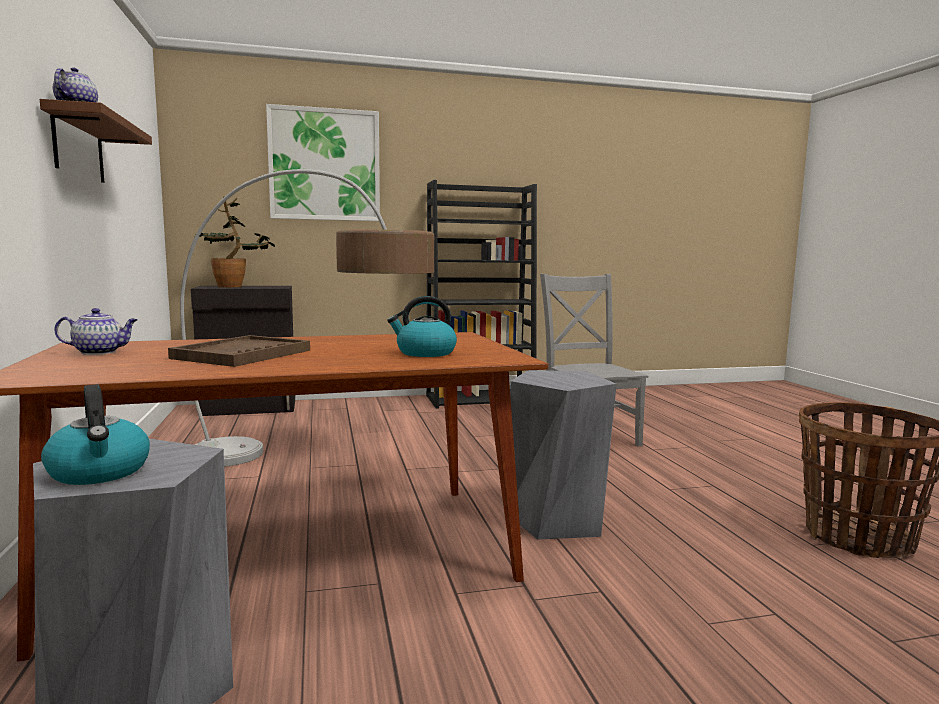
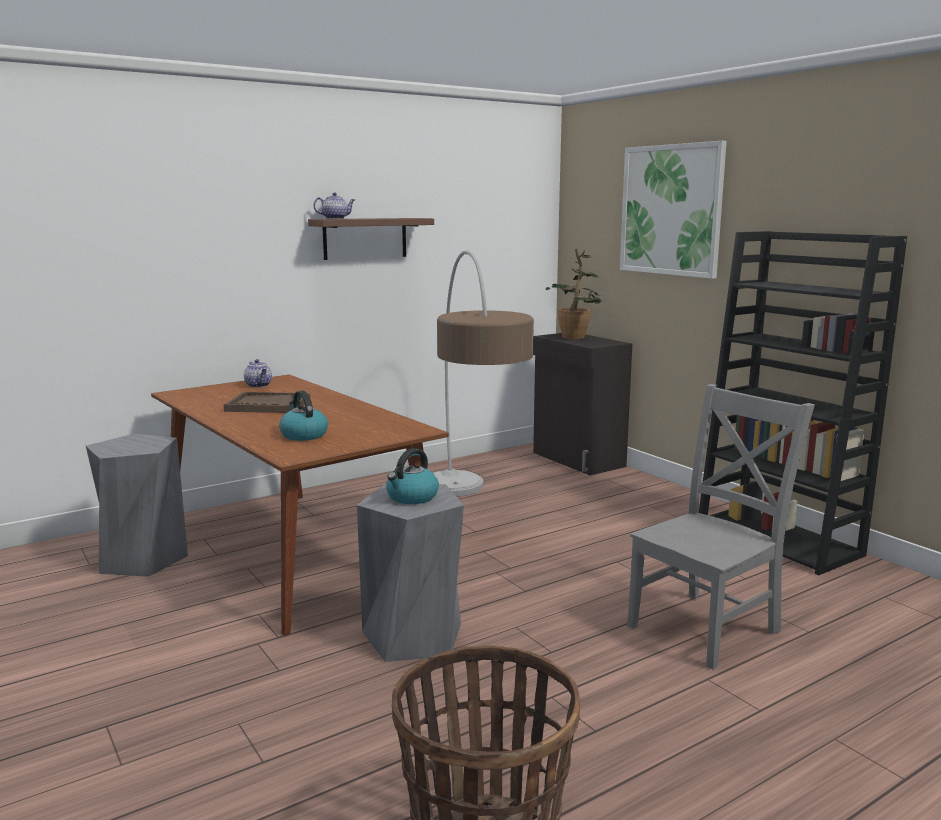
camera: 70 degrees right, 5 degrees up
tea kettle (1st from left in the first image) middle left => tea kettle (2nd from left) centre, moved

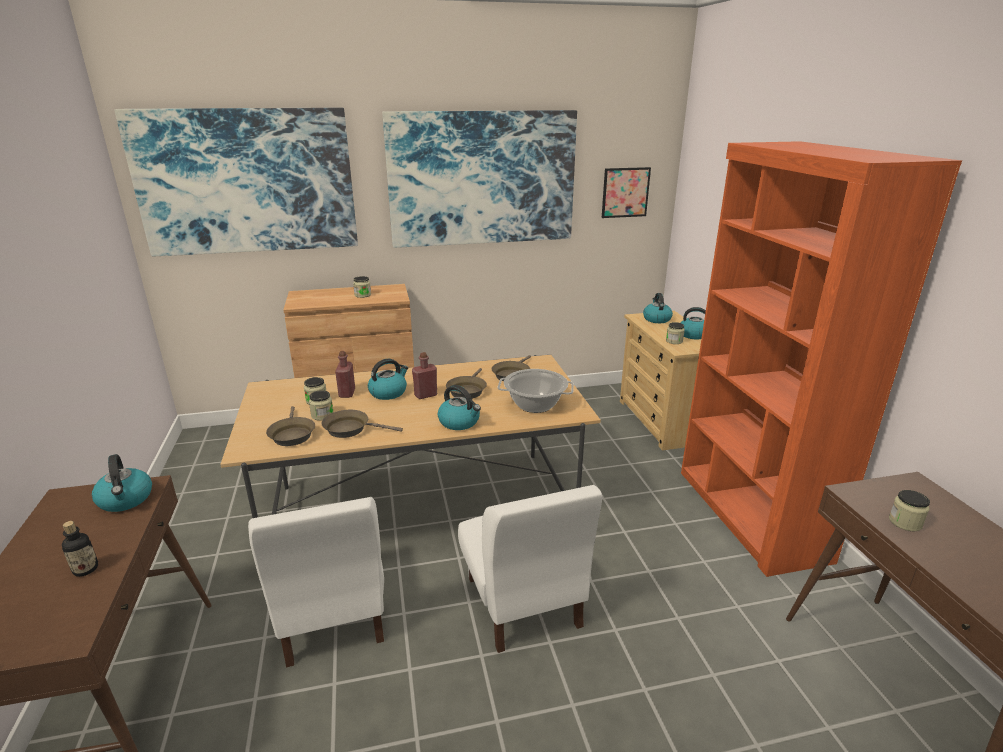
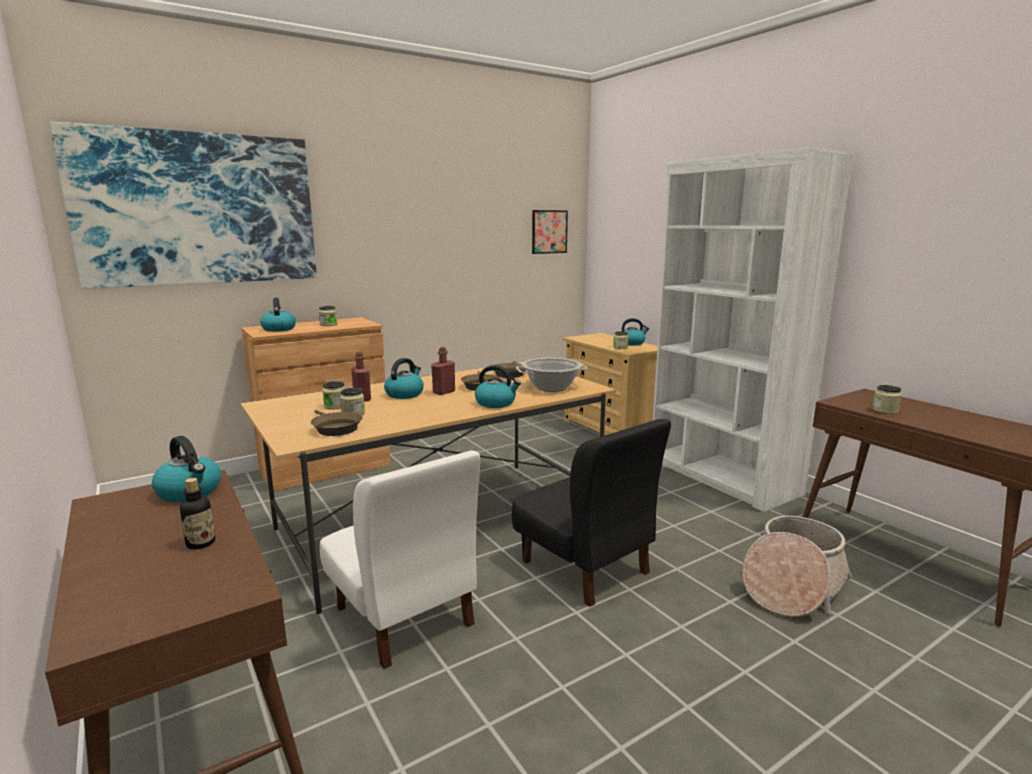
camera: 20 degrees left, 10 degrees down
brownish skillet (2nd from left) centre => nothing
wall art (2nd from left) top centre => nothing
white chair (2nd from left) bottom centre => blackish chair centre
tea kettle (4th from left in the first image) centre => tea kettle (2nd from left) middle left, moved
orange bookshelf middle right => white bookshelf middle right
nothing => basket bottom right

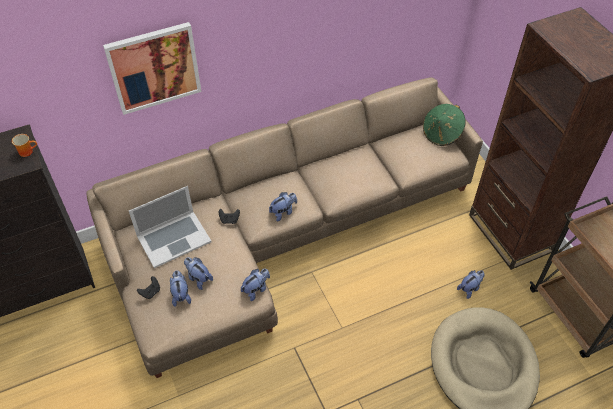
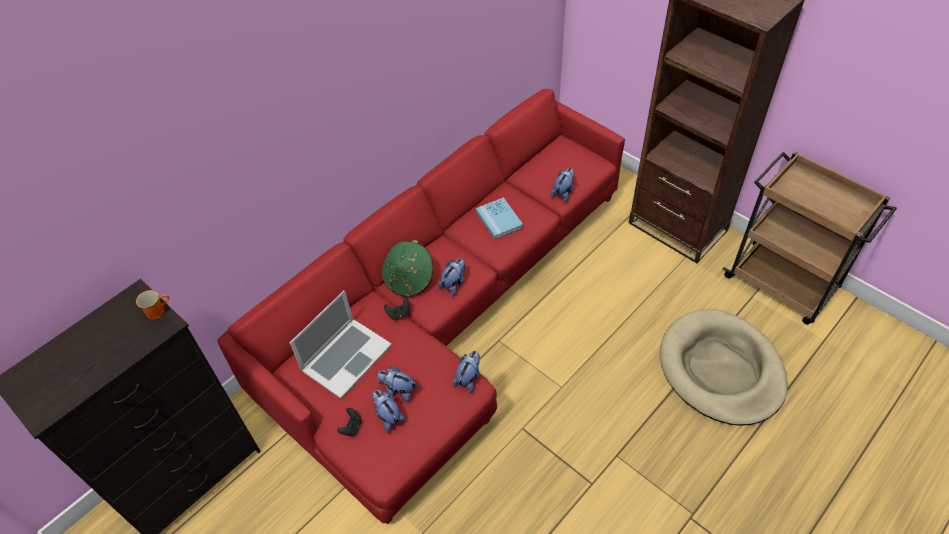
camera: 20 degrees left, 0 degrees up
beige-coloured sofa centre => red-coloured sofa centre
wall art top left => nothing
green-coloured hat top right => green-coloured hat centre, moved
soft toy (5th from left) bottom right => soft toy (5th from left) centre, moved
nothing => bluish bound book centre

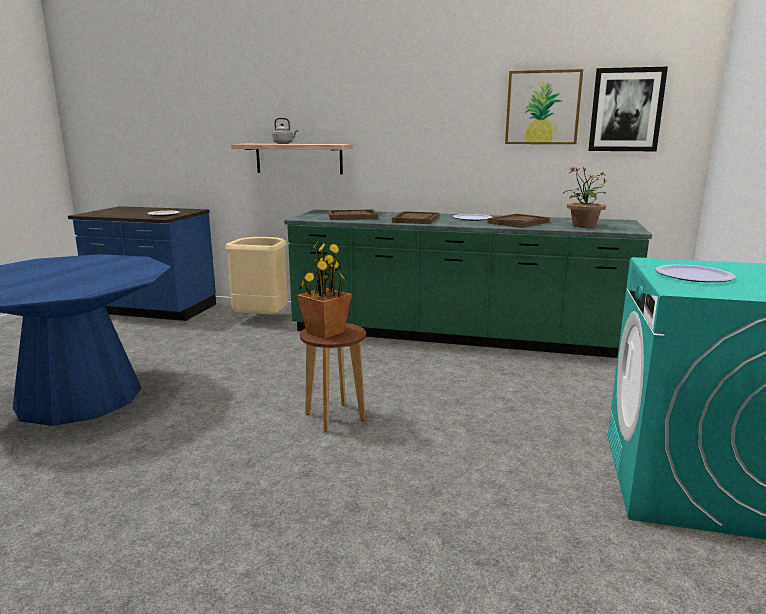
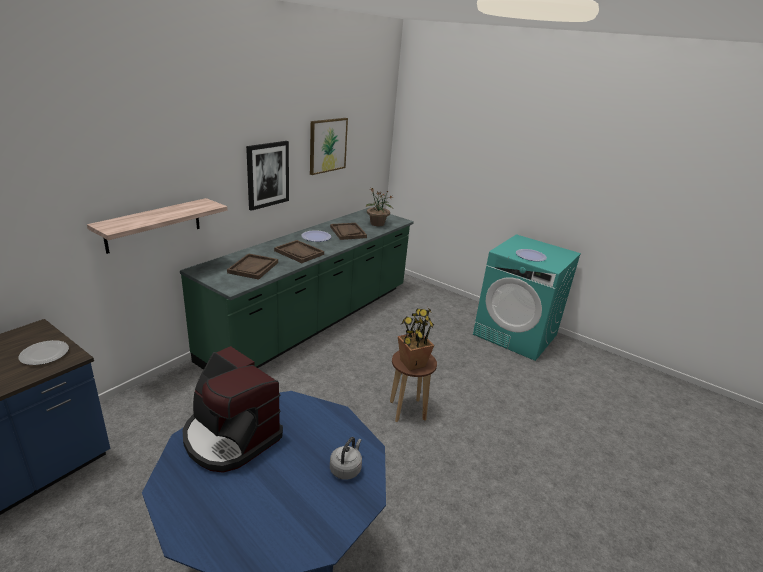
camera: 70 degrees left, 10 degrees up
beige-coloured trash can centre => nothing
gray tea kettle top centre => gray tea kettle bottom centre, moved
wall art (2nd from left in the first image) top right => wall art (1st from left) top centre, moved
nothing => coffee brewer bottom left

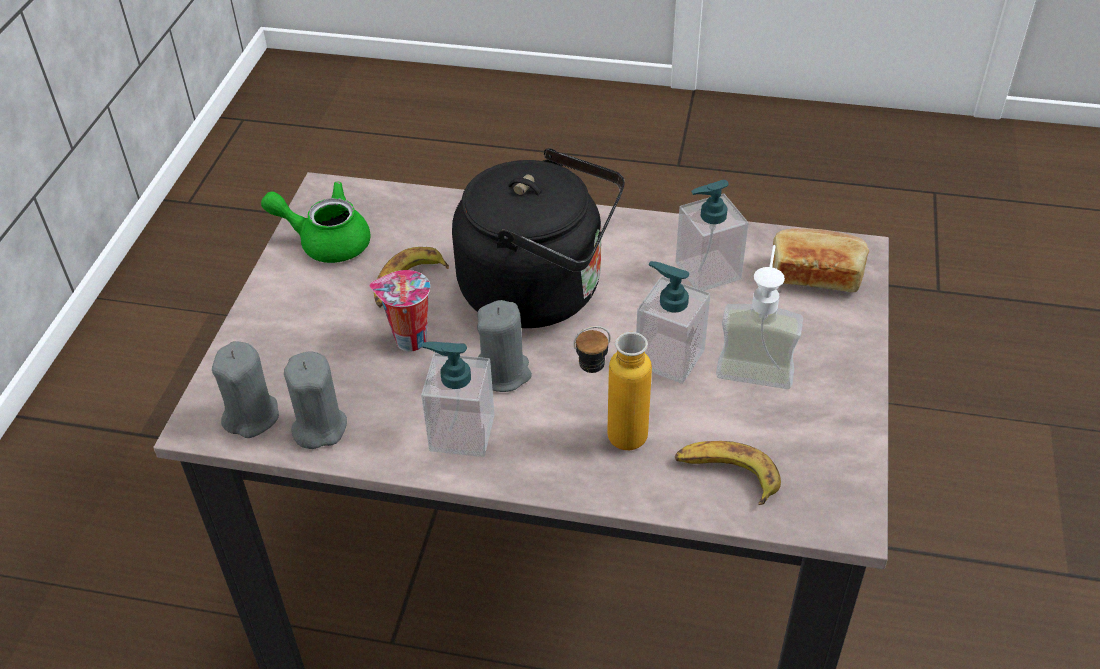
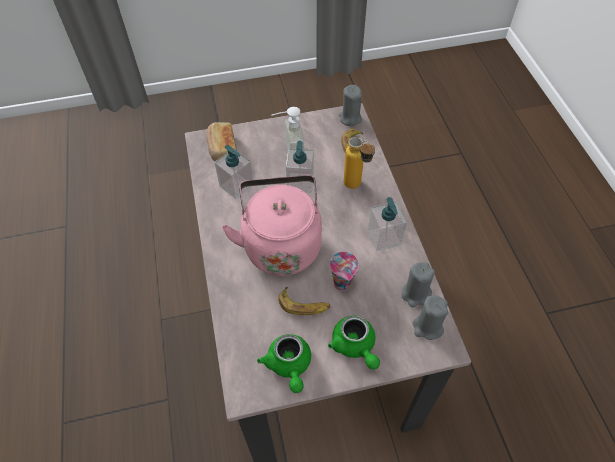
camera: 115 degrees left, 10 degrees up
blackish tea kettle centre => pinkish tea kettle centre
gray wax light (3rd from left in the first image) centre => gray wax light (1st from left) top centre, moved
nothing => green-coloured teapot (2nd from left) bottom centre

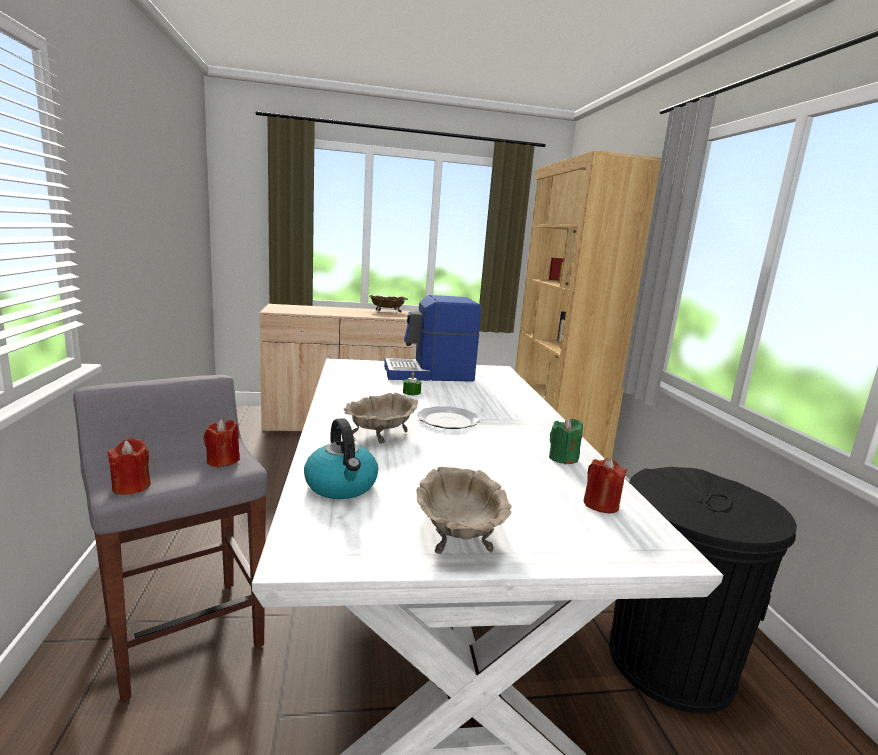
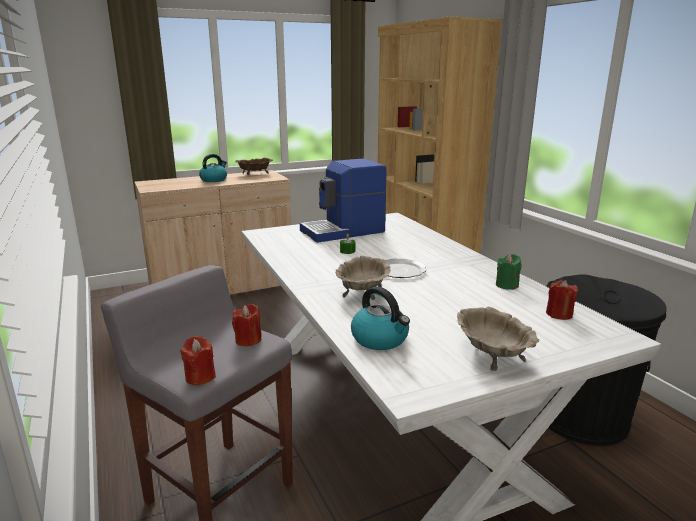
camera: 15 degrees left, 5 degrees up
nothing => tea kettle (1st from left) top left

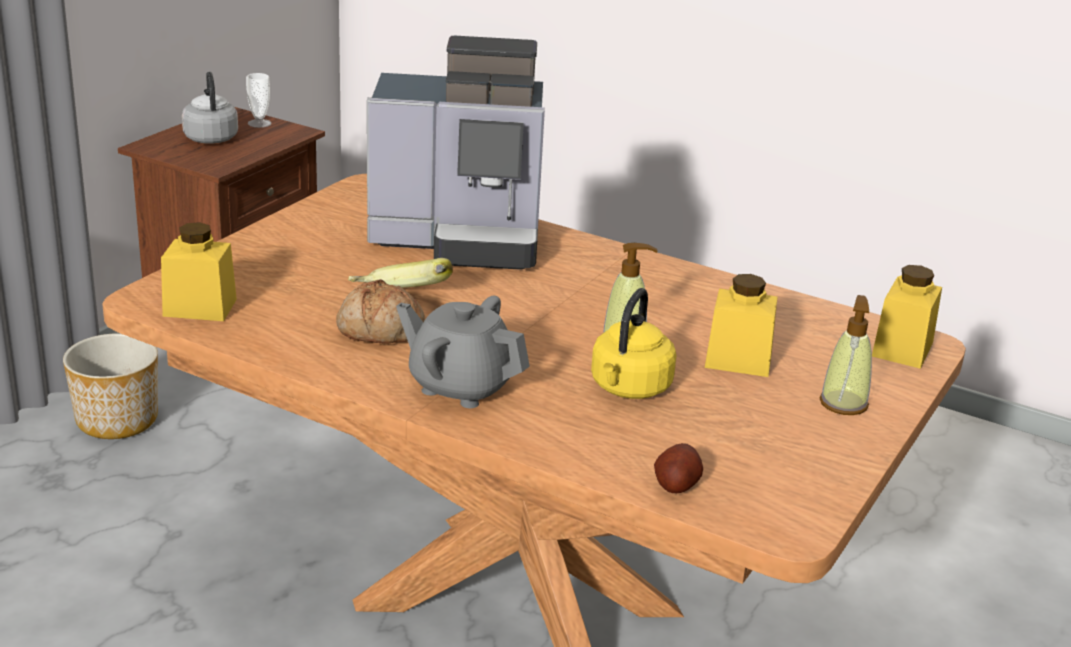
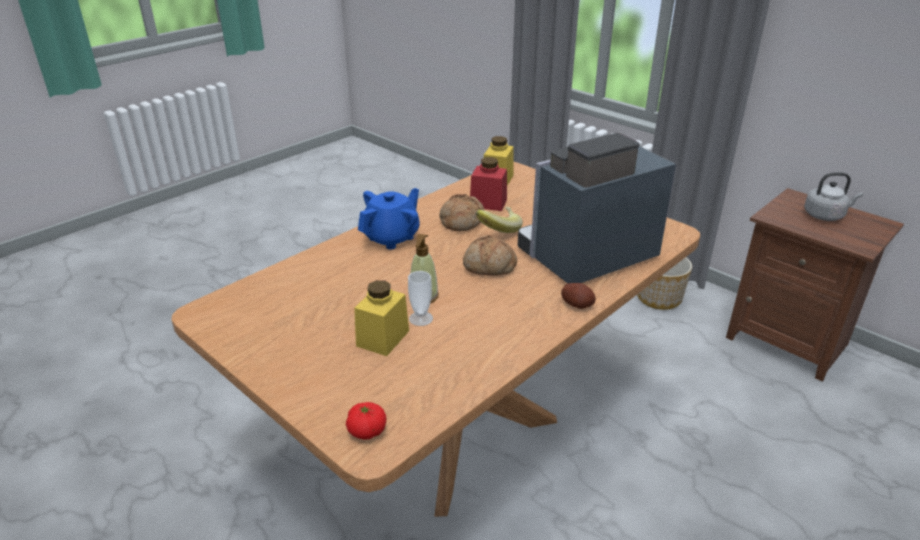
camera: 105 degrees right, 5 degrees up
drinking cup top left => drinking cup centre, moved
coffee brewer top centre => coffee brewer centre, 45 degrees clockwise
gray teapot centre => bluish teapot centre
yellow-coloured tea kettle centre => nothing
potato bottom centre => potato centre, moved
soap bottle (2nd from left) middle right => nothing
yellow-coloured preserve jar (3rd from left) middle right => tomato bottom centre
nothing => bakery bread (2nd from left) centre
nothing => red-coloured preserve jar centre

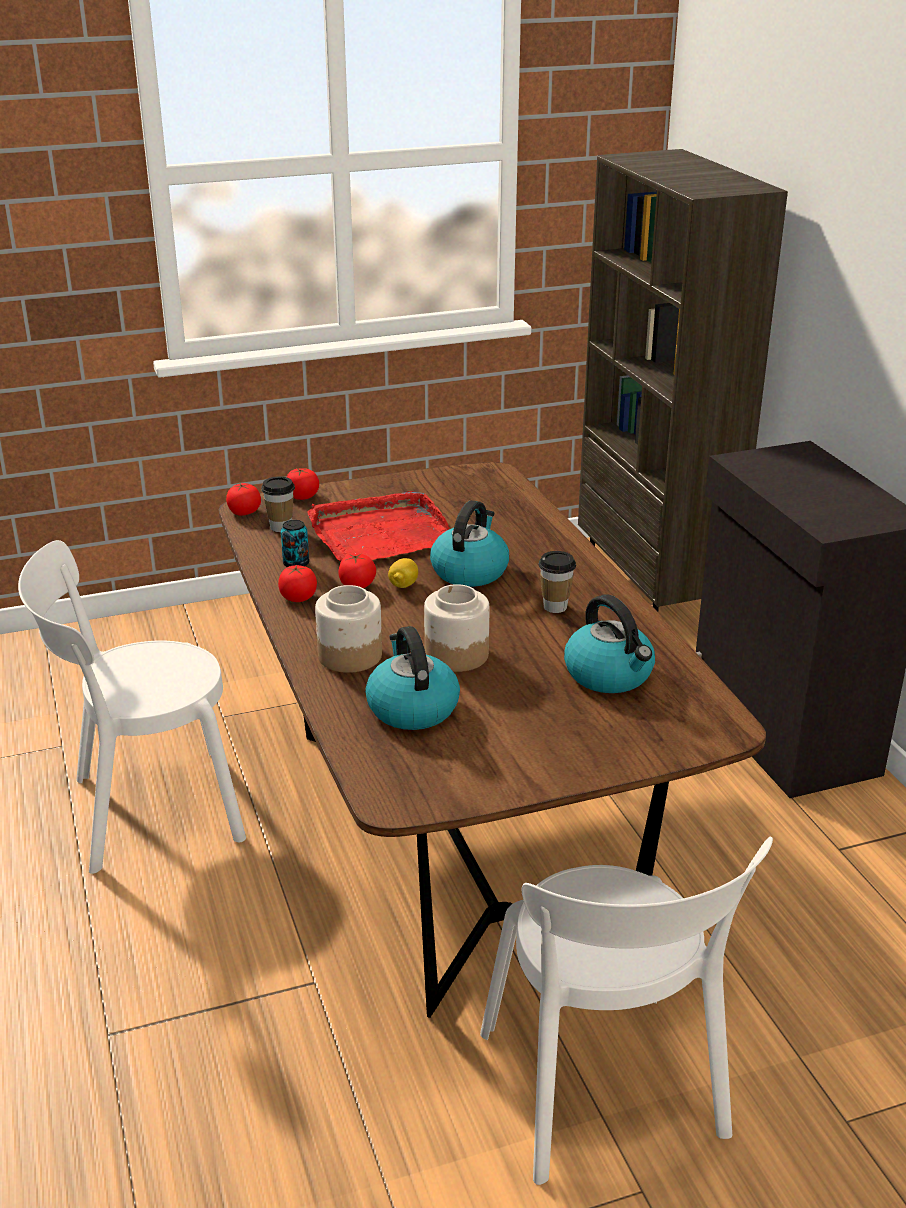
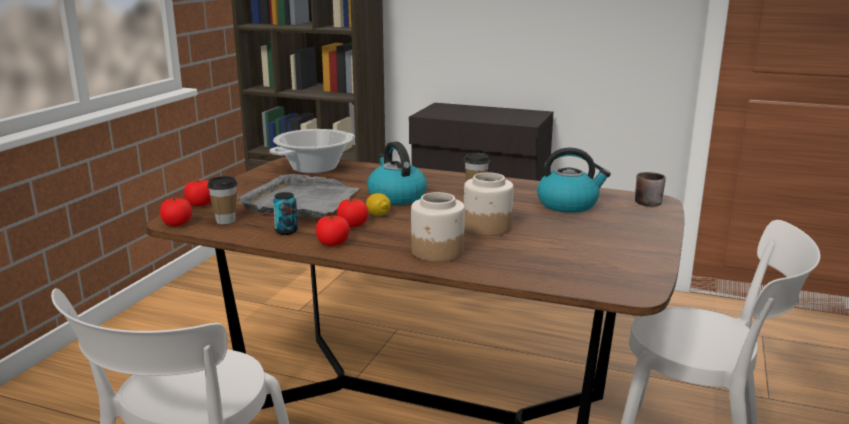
camera: 50 degrees left, 10 degrees down
red-coloured serving tray centre => gray serving tray centre
tea kettle (1st from left) centre => nothing
nothing => stockpot centre
nothing => brownish coffee mug middle right

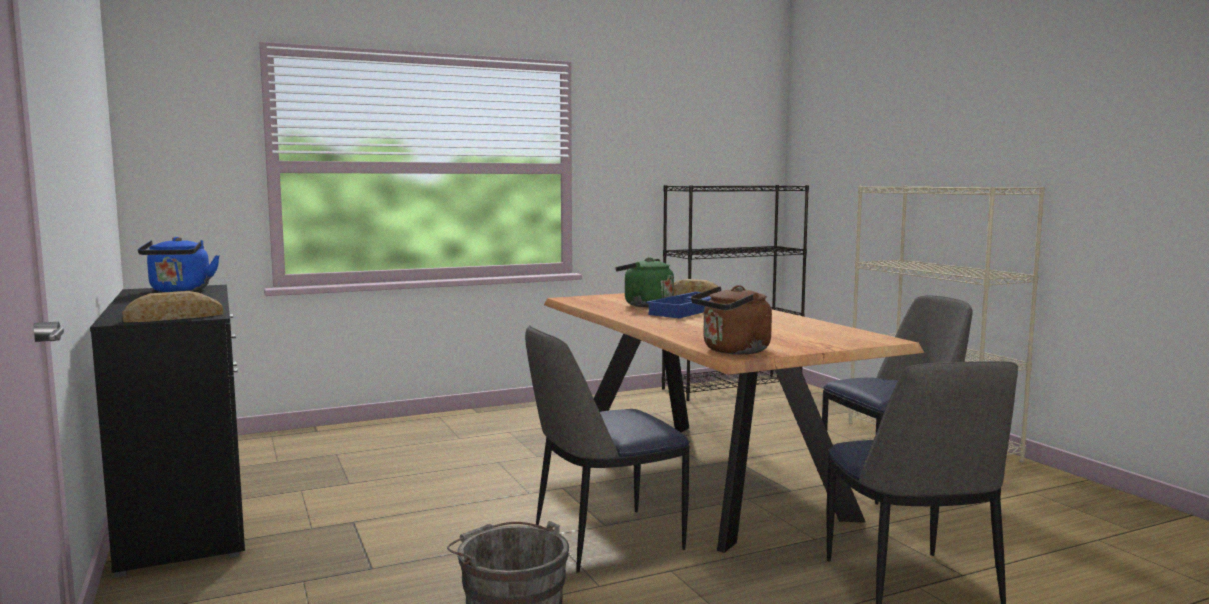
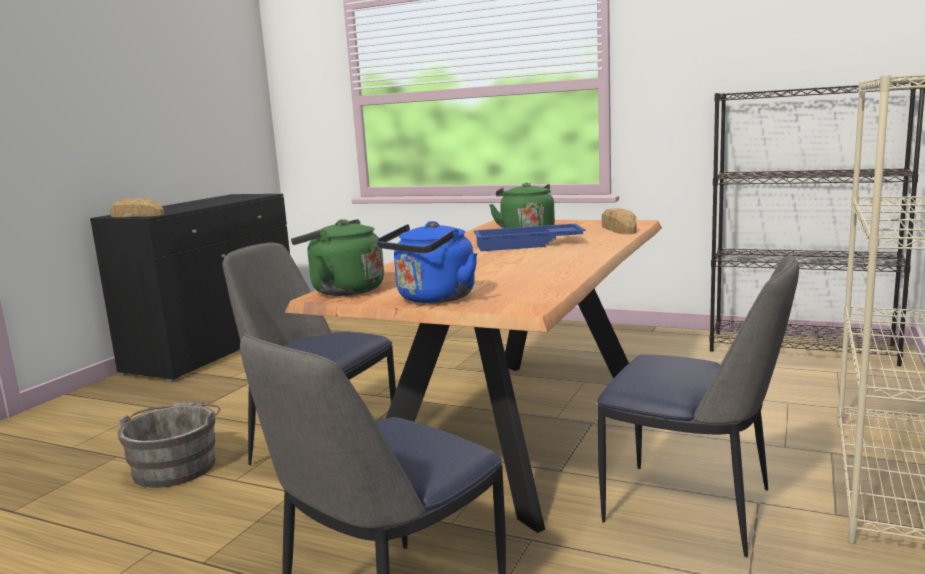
camera: 50 degrees right, 5 degrees up
bluish tea kettle middle left => bluish tea kettle centre, moved
brownish tea kettle centre => green-coloured tea kettle (1st from left) centre

